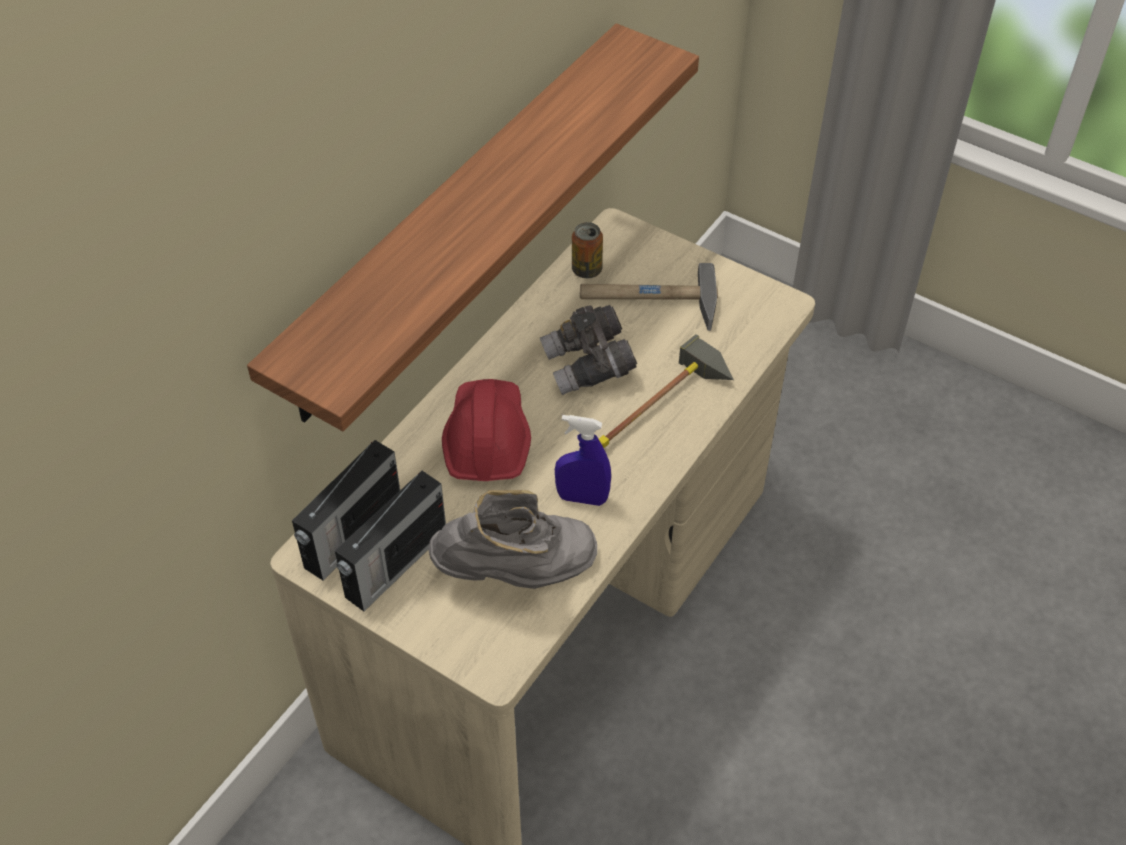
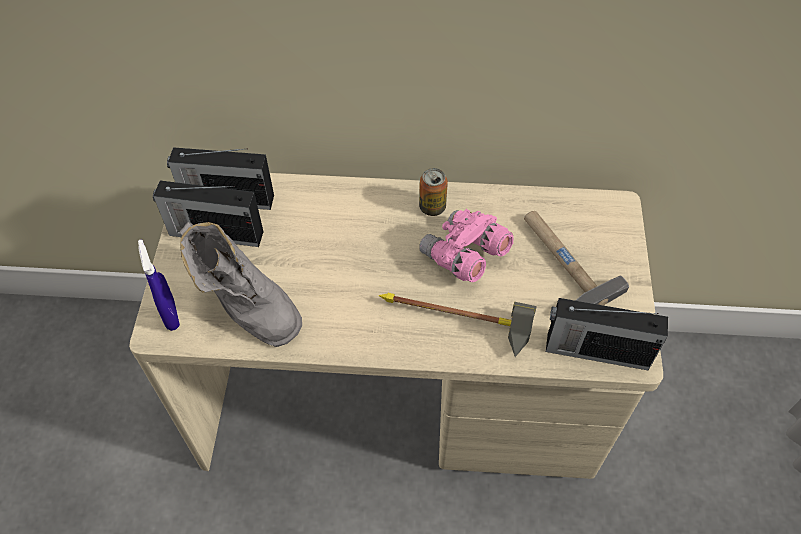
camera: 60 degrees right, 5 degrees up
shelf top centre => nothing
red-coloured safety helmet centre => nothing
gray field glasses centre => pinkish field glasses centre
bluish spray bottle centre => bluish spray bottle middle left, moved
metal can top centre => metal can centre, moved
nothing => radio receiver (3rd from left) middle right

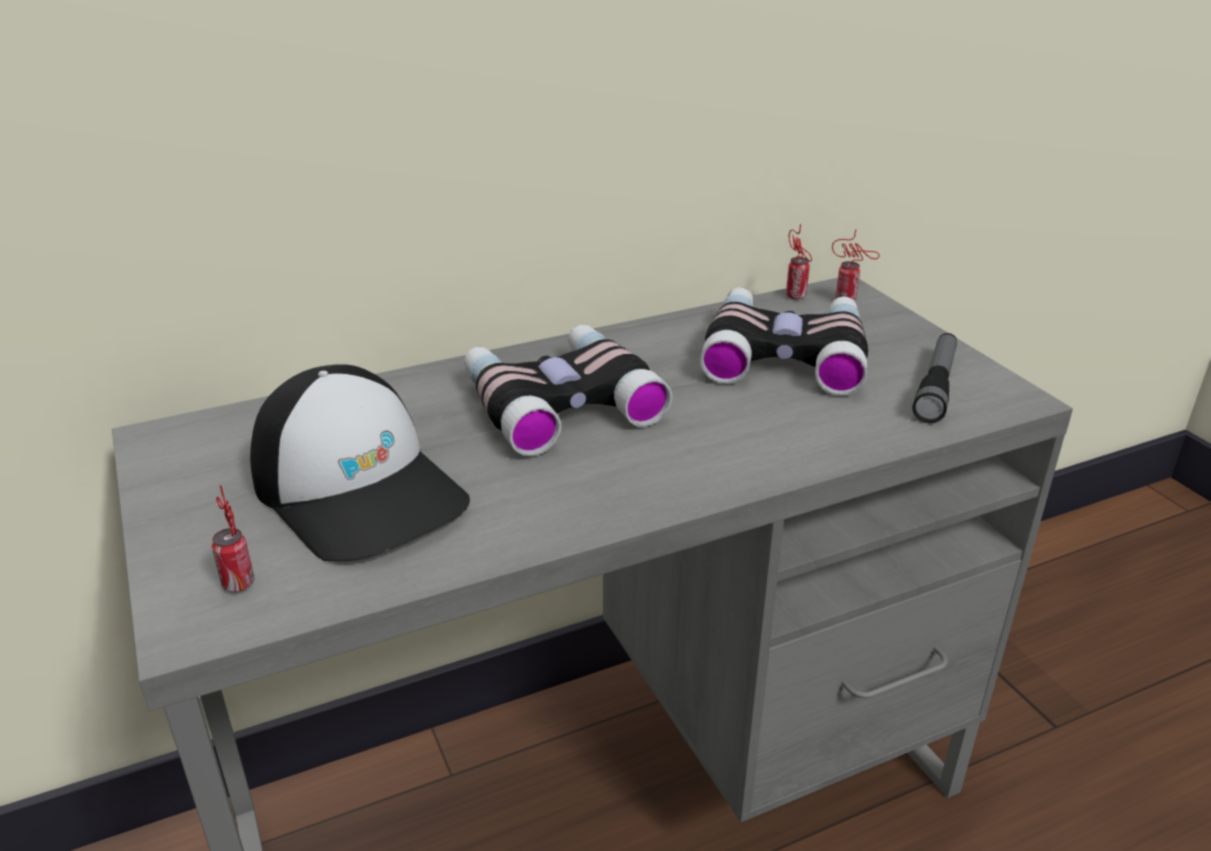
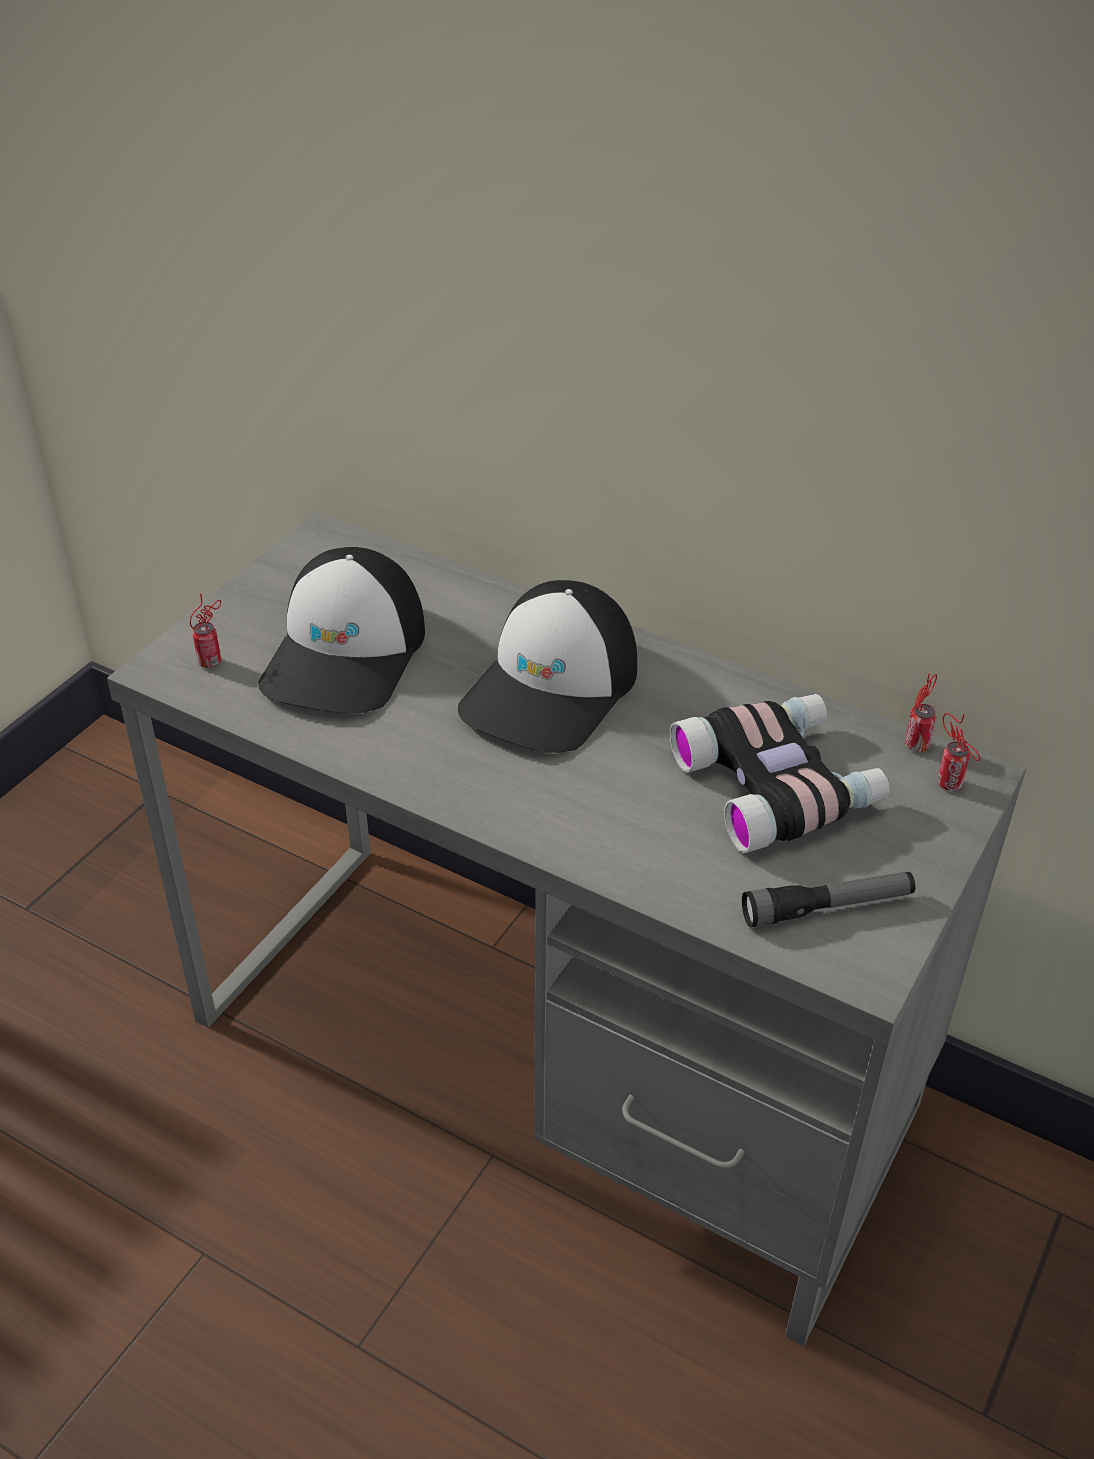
camera: 55 degrees right, 10 degrees up
field glasses (1st from left) centre => peaked cap (2nd from left) centre

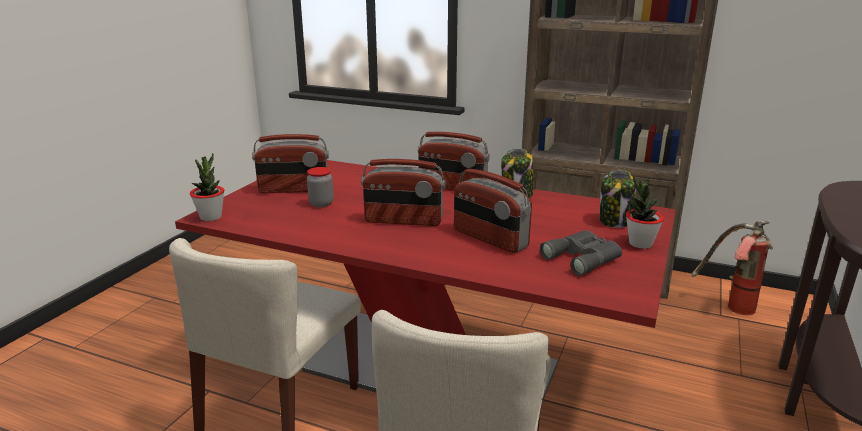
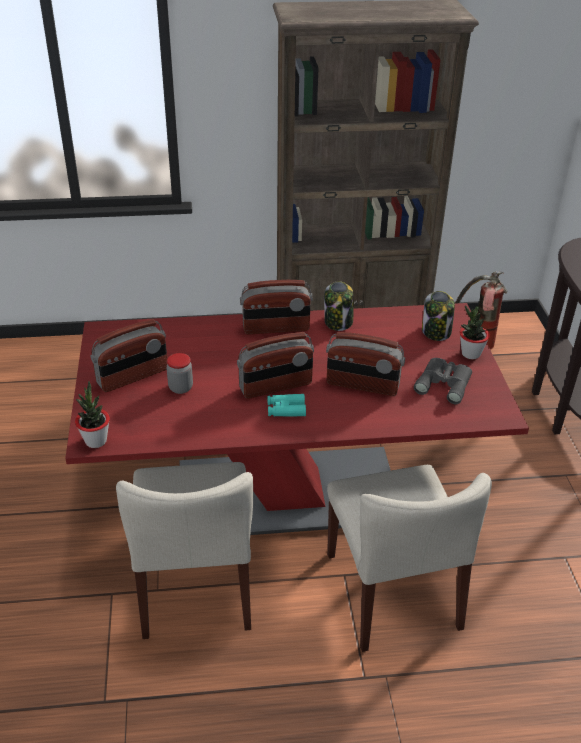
camera: 30 degrees left, 15 degrees up
nothing => blue-green field glasses centre

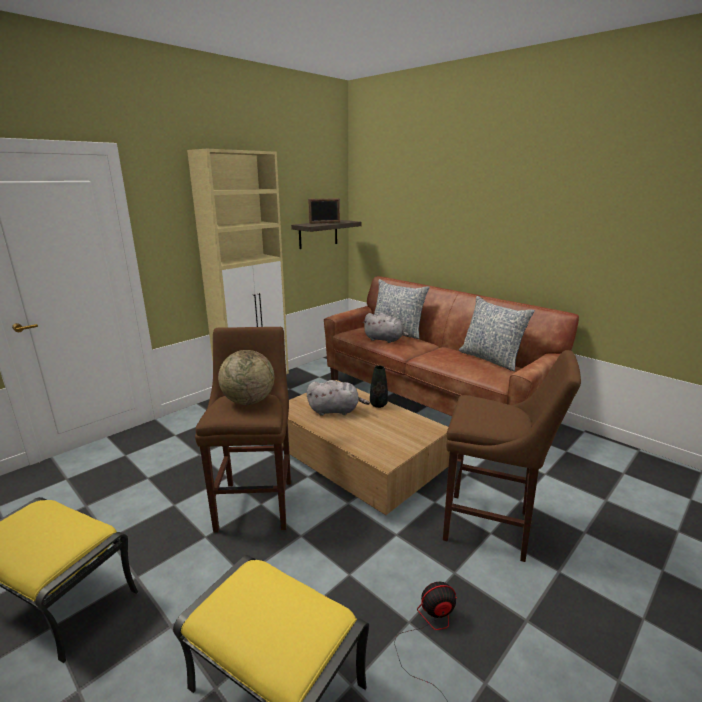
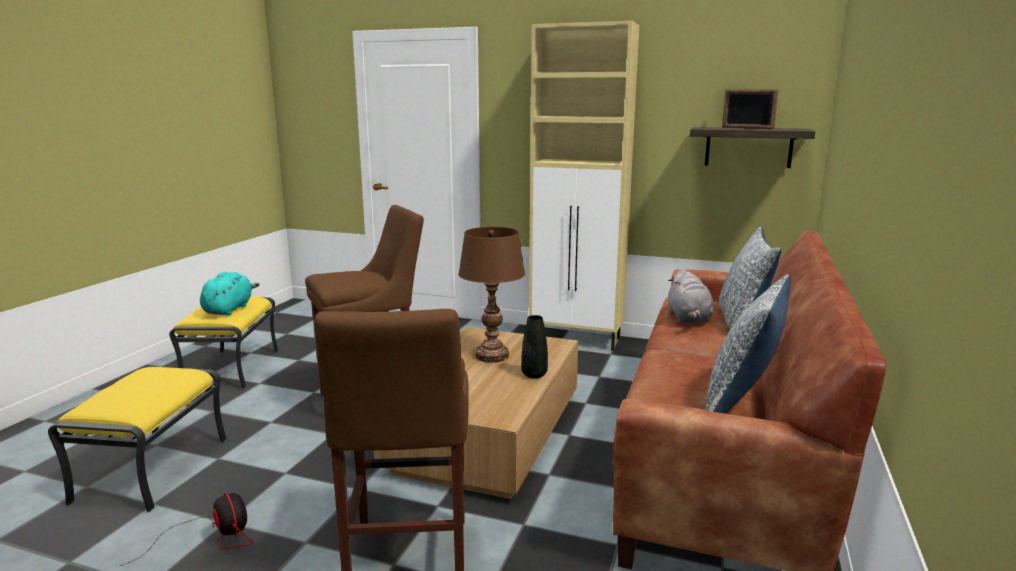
camera: 65 degrees right, 5 degrees down
world globe centre => nothing
gray soft toy (1st from left) centre => brownish lamp for a table centre
nothing => blue-green soft toy middle left

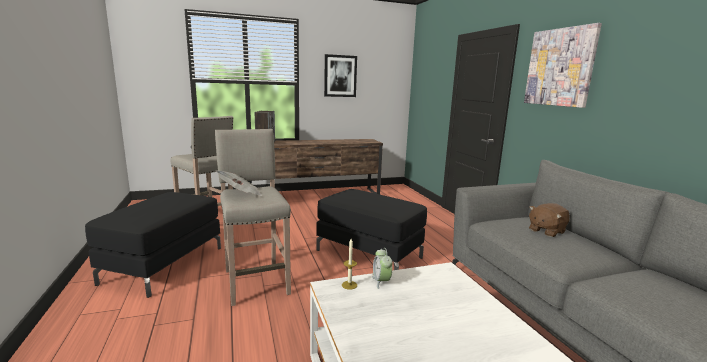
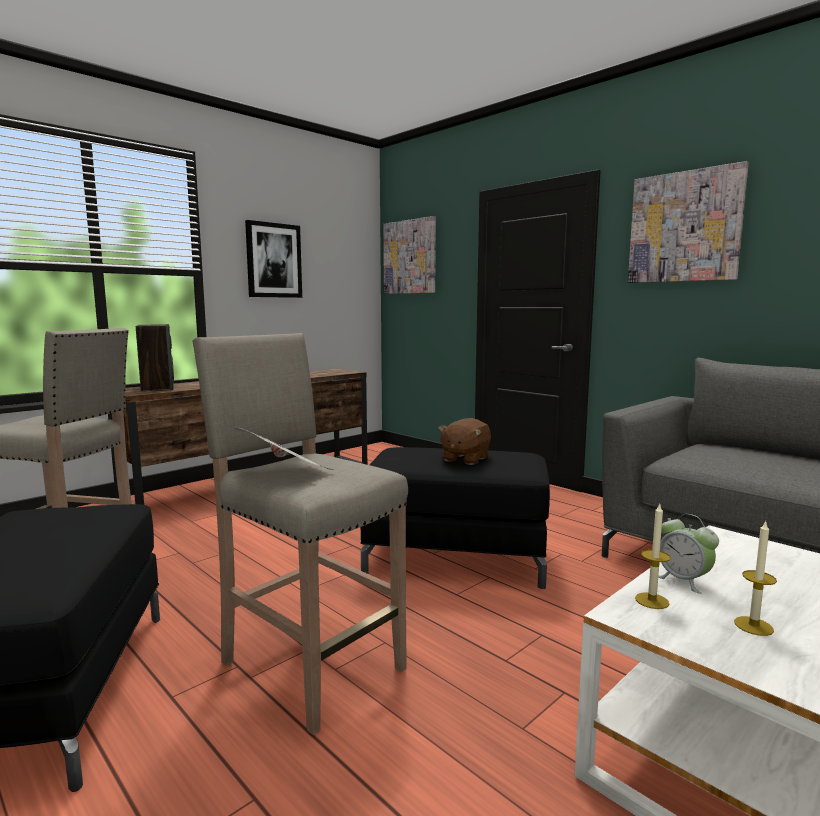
camera: 25 degrees left, 5 degrees down
brownish soft toy middle right => brownish soft toy centre, moved
nothing => wall art (2nd from left) top centre
nothing => wax light (2nd from left) bottom right

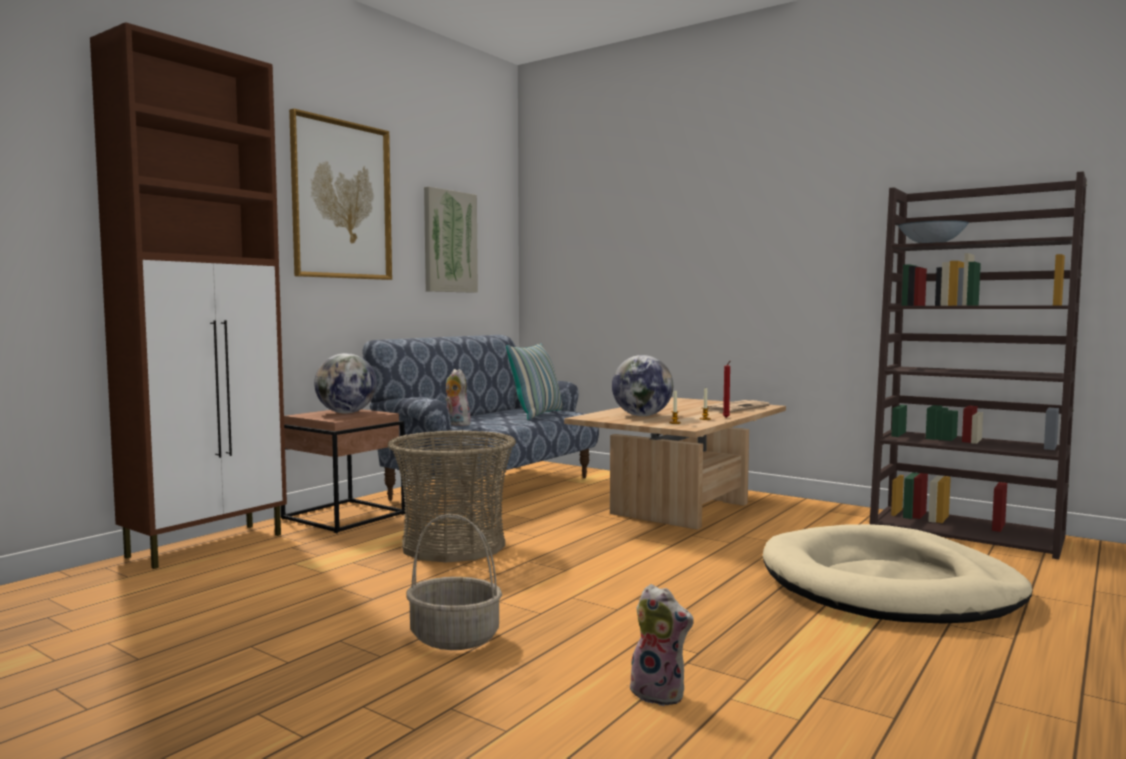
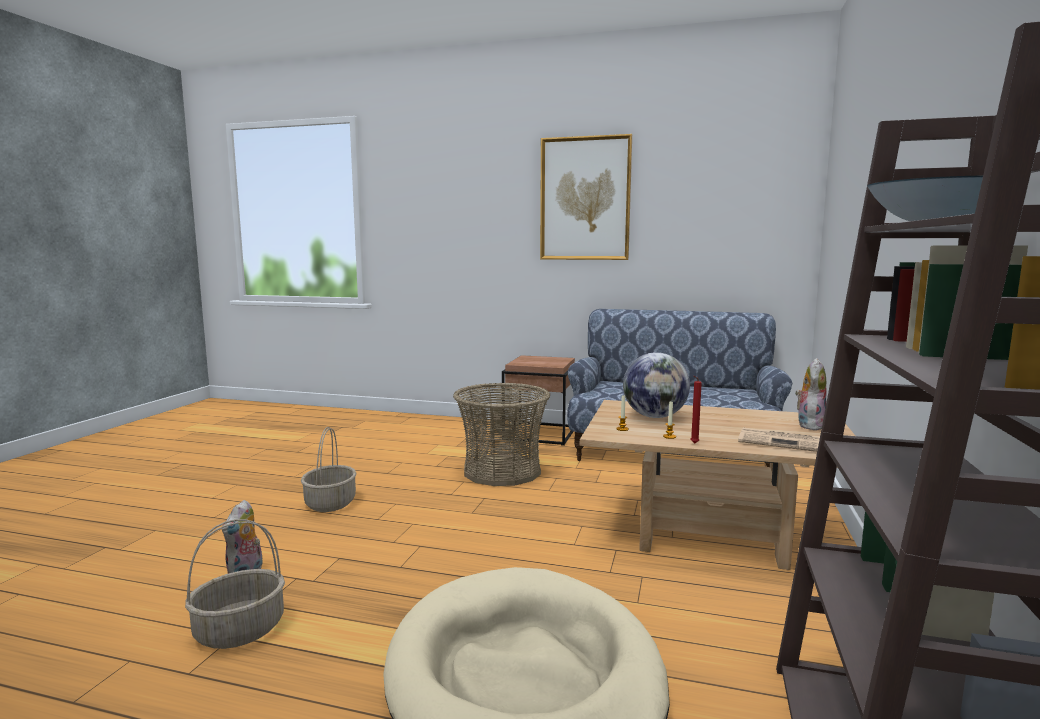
camera: 70 degrees right, 5 degrees up
brownish storage cabinet middle left => nothing
world globe (1st from left) middle left => nothing
wall art (2nd from left) top centre => nothing
soft toy (1st from left in the first image) centre => soft toy (2nd from left) middle right, moved
pillow centre => nothing
nothing => basket (1st from left) bottom left

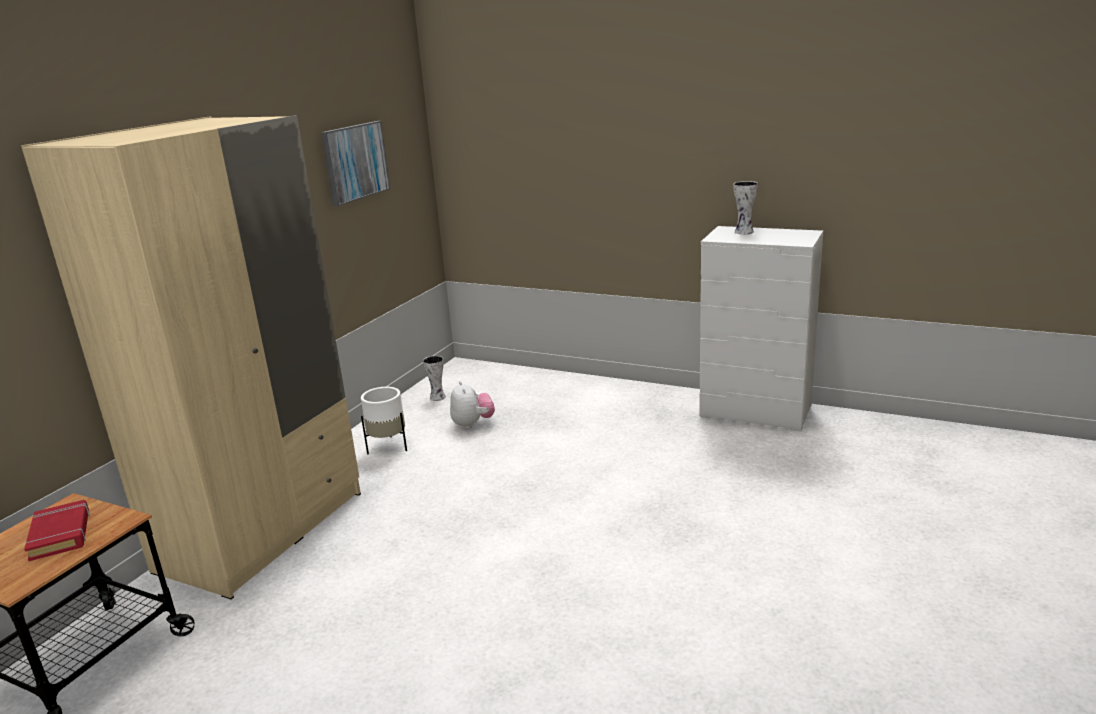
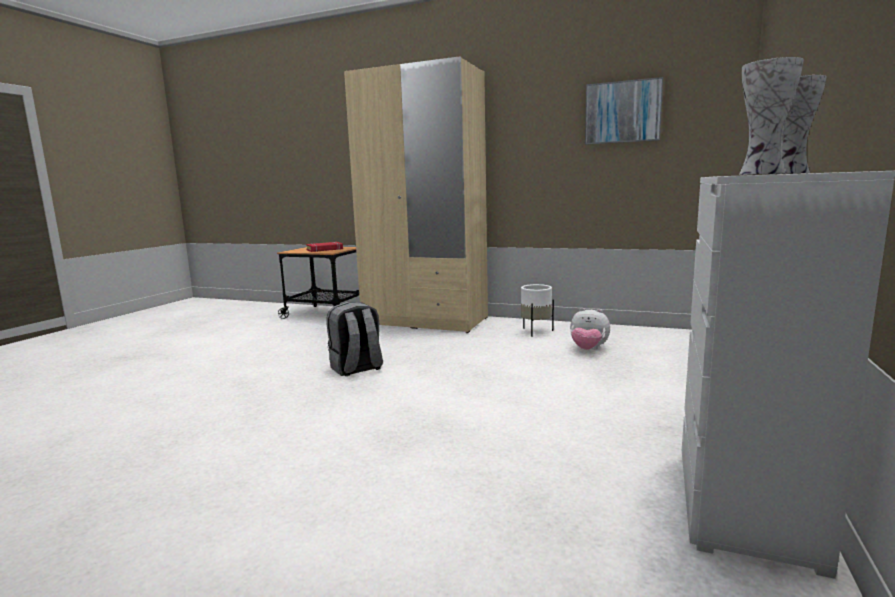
camera: 85 degrees right, 10 degrees down
vase (1st from left) centre => vase (1st from left) top right, moved
soft toy centre, 45 degrees clockwise
nothing => gray knapsack centre

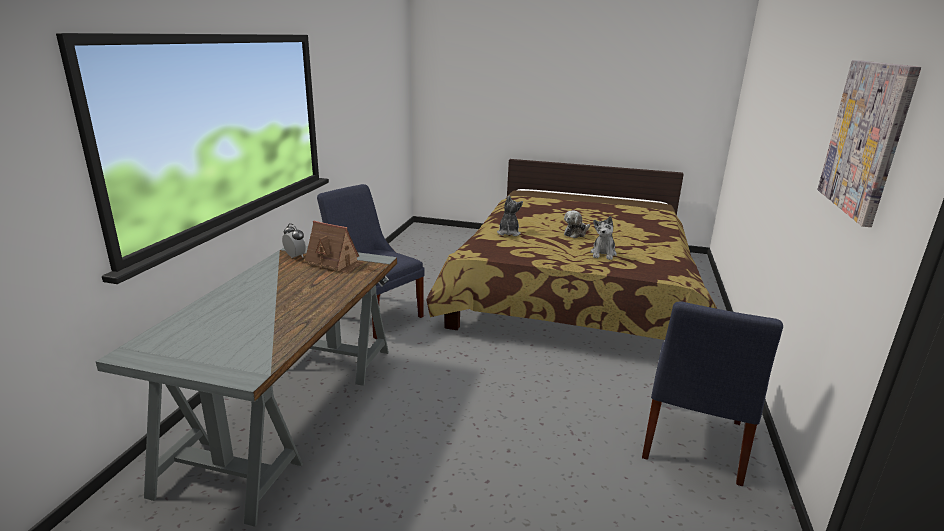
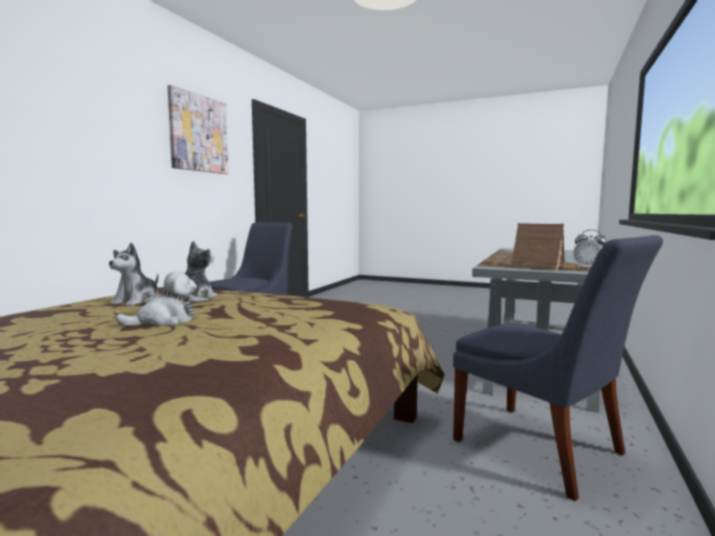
camera: 170 degrees left, 15 degrees down
soft toy (1st from left) centre => soft toy (1st from left) middle left, moved

